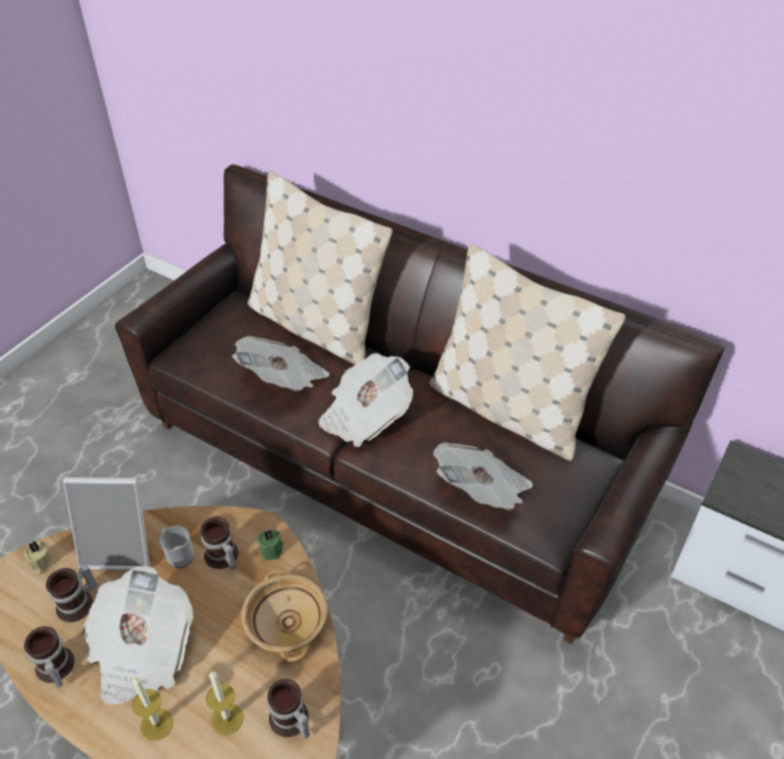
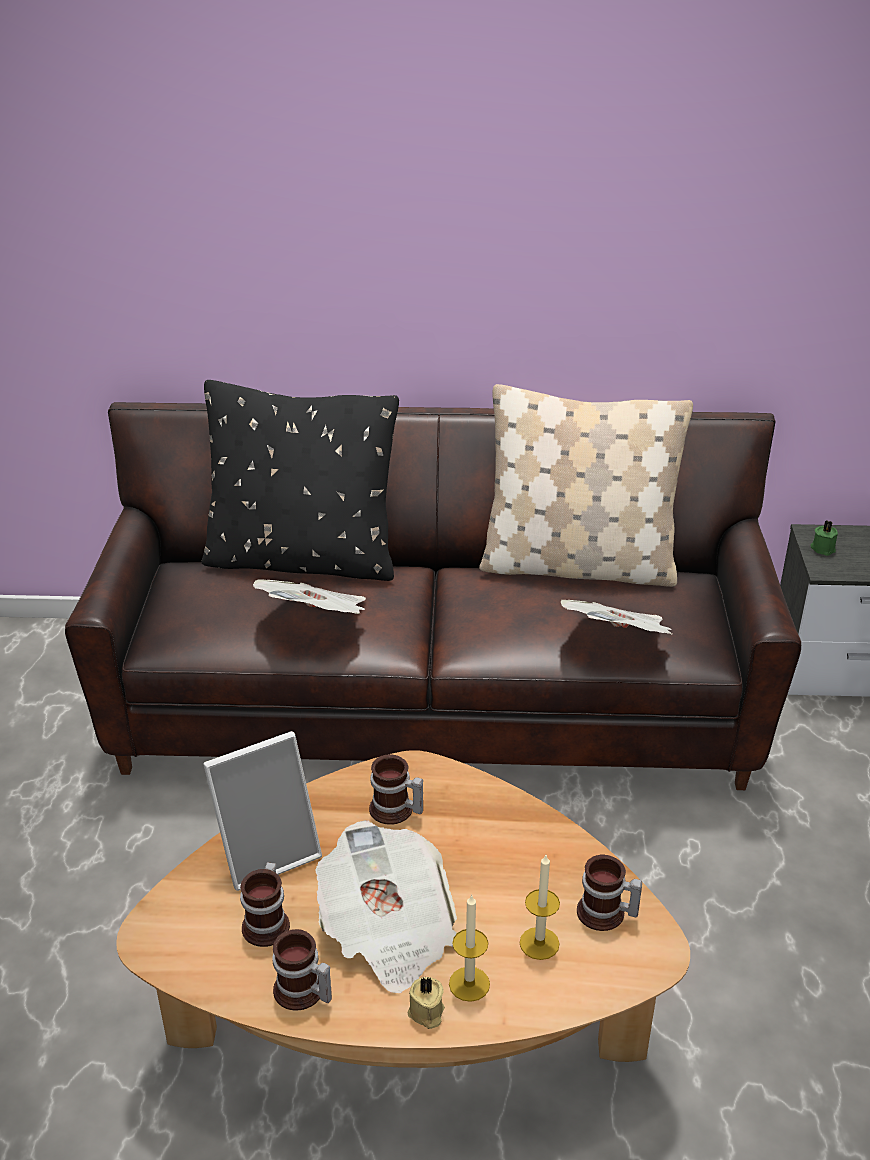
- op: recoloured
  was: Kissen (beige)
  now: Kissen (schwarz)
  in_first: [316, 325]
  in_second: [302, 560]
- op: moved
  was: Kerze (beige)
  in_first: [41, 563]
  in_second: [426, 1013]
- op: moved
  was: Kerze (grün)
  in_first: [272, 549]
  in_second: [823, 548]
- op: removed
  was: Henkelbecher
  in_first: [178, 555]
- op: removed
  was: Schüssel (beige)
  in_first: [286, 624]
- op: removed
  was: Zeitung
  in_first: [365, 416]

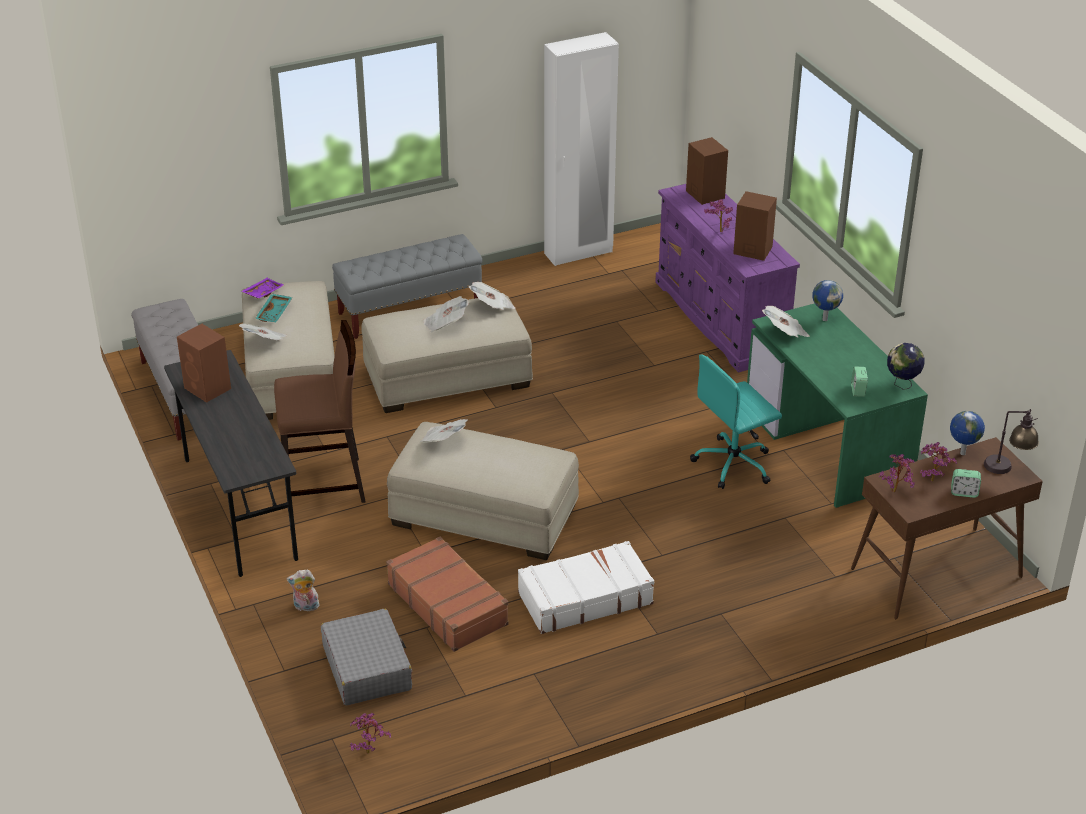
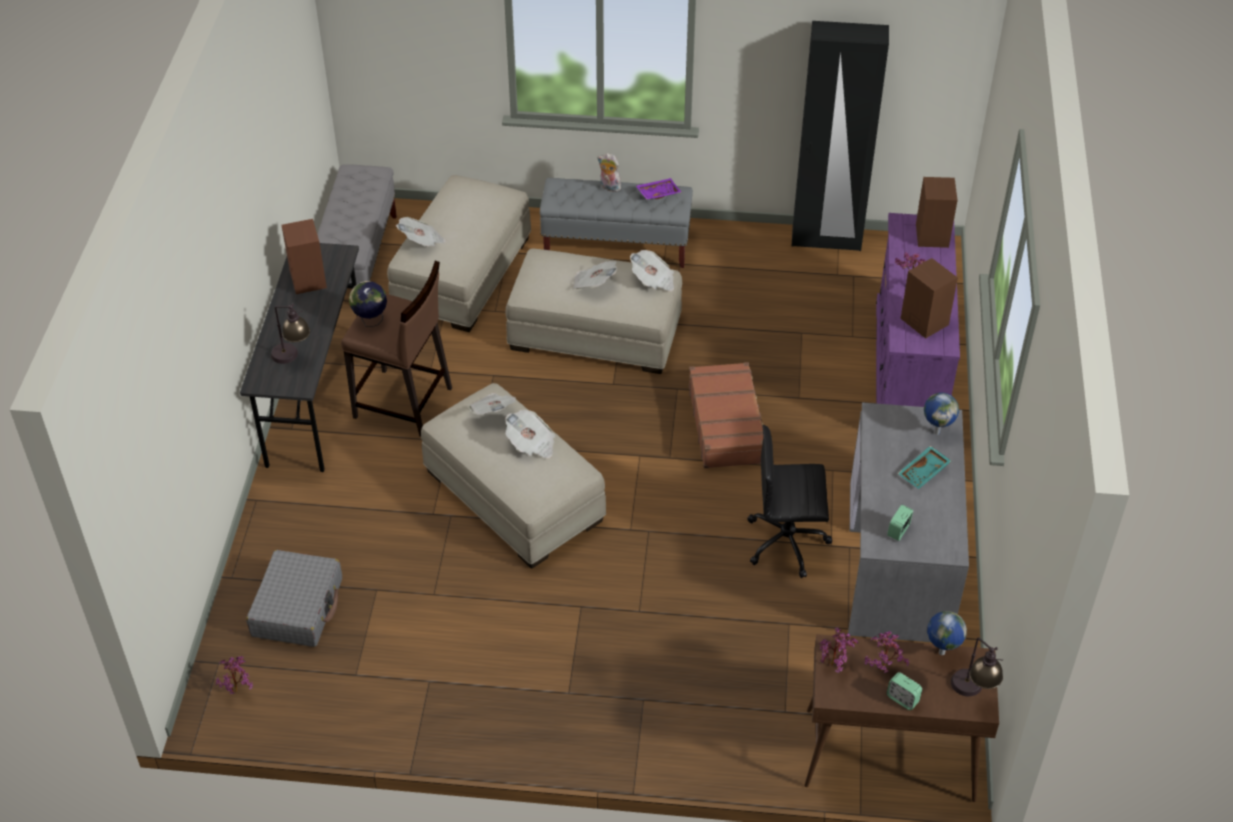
- op: added
  now: Tischlampe
  in_second: [293, 357]
- op: moved
  was: Globus
  in_first: [902, 384]
  in_second: [370, 321]
- op: moved
  was: Zeitung
  in_first: [785, 333]
  in_second: [531, 444]
- op: moved
  was: Plüschtier
  in_first: [305, 607]
  in_second: [609, 187]
- op: moved
  was: Tablett (lila)
  in_first: [262, 293]
  in_second: [658, 193]
- op: moved
  was: Koffer (braun)
  in_first: [448, 604]
  in_second: [727, 424]
- op: recoloured
  was: Bürostuhl (türkis)
  now: Bürostuhl (schwarz)
  in_first: [734, 464]
  in_second: [788, 542]
- op: recoloured
  was: Kleiderschrank (weiß)
  now: Kleiderschrank (schwarz)
  in_first: [578, 253]
  in_second: [826, 240]
- op: recoloured
  was: Schreibtisch (grün)
  now: Schreibtisch (grau)
  in_first: [828, 445]
  in_second: [899, 561]
- op: moved
  was: Tablett (türkis)
  in_first: [275, 313]
  in_second: [924, 472]
- op: removed
  was: Koffer (weiß)
  in_first: [584, 598]

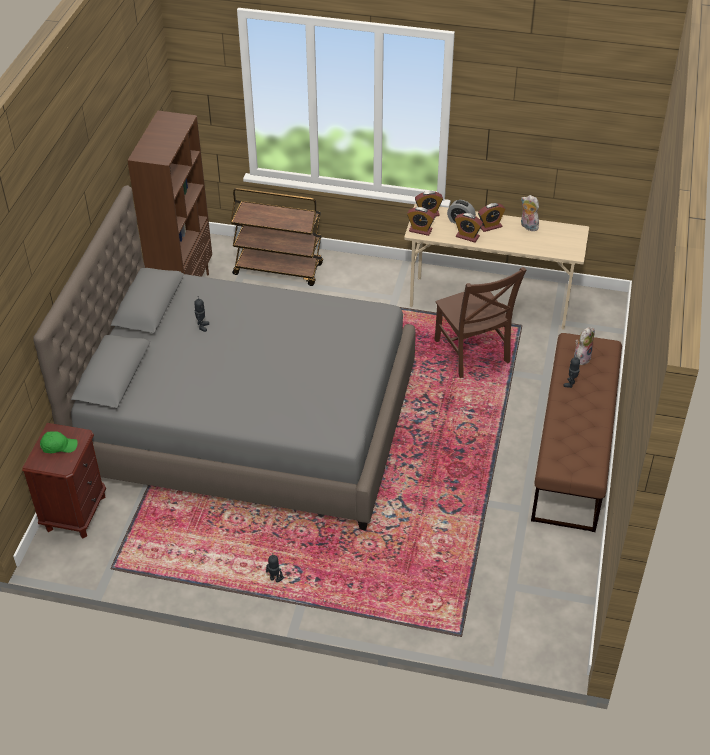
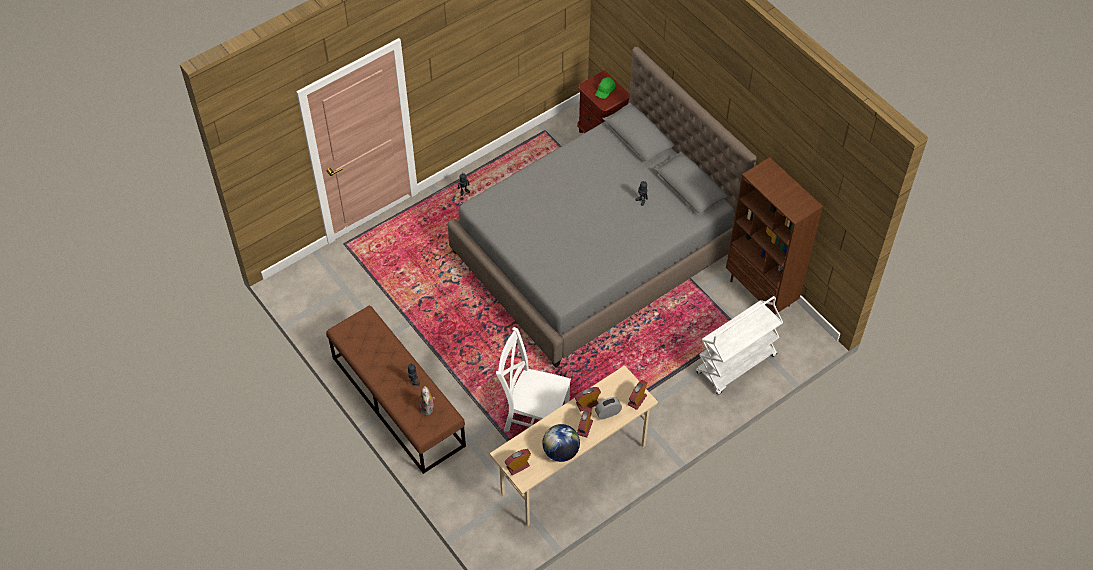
- op: recoloured
  was: Stuhl (braun)
  now: Stuhl (weiß)
  in_first: [472, 354]
  in_second: [534, 416]
- op: moved
  was: Wecker
  in_first: [420, 230]
  in_second: [518, 466]
- op: replaced
  was: Plüschtier
  now: Globus
  in_first: [528, 226]
  in_second: [561, 451]
- op: recoloured
  was: Rollwagen (braun)
  now: Rollwagen (weiß)
  in_first: [279, 269]
  in_second: [736, 365]

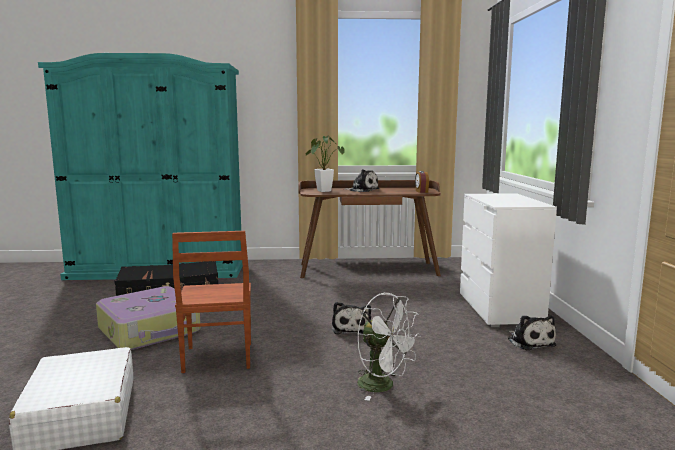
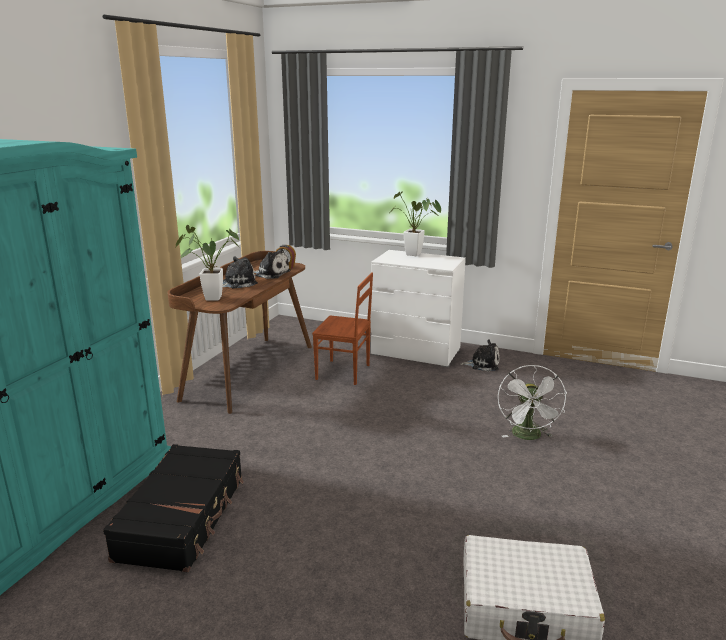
- op: moved
  was: Plüschtier
  in_first: [351, 328]
  in_second: [271, 273]
- op: moved
  was: Stuhl (braun)
  in_first: [216, 358]
  in_second: [343, 372]
- op: added
  now: Topfpflanze
  in_second: [416, 255]
- op: turned
  was: Ventilator (weiß)
  in_first: [383, 386]
  in_second: [528, 437]
  clockwise: 120
- op: removed
  was: Koffer
  in_first: [150, 330]

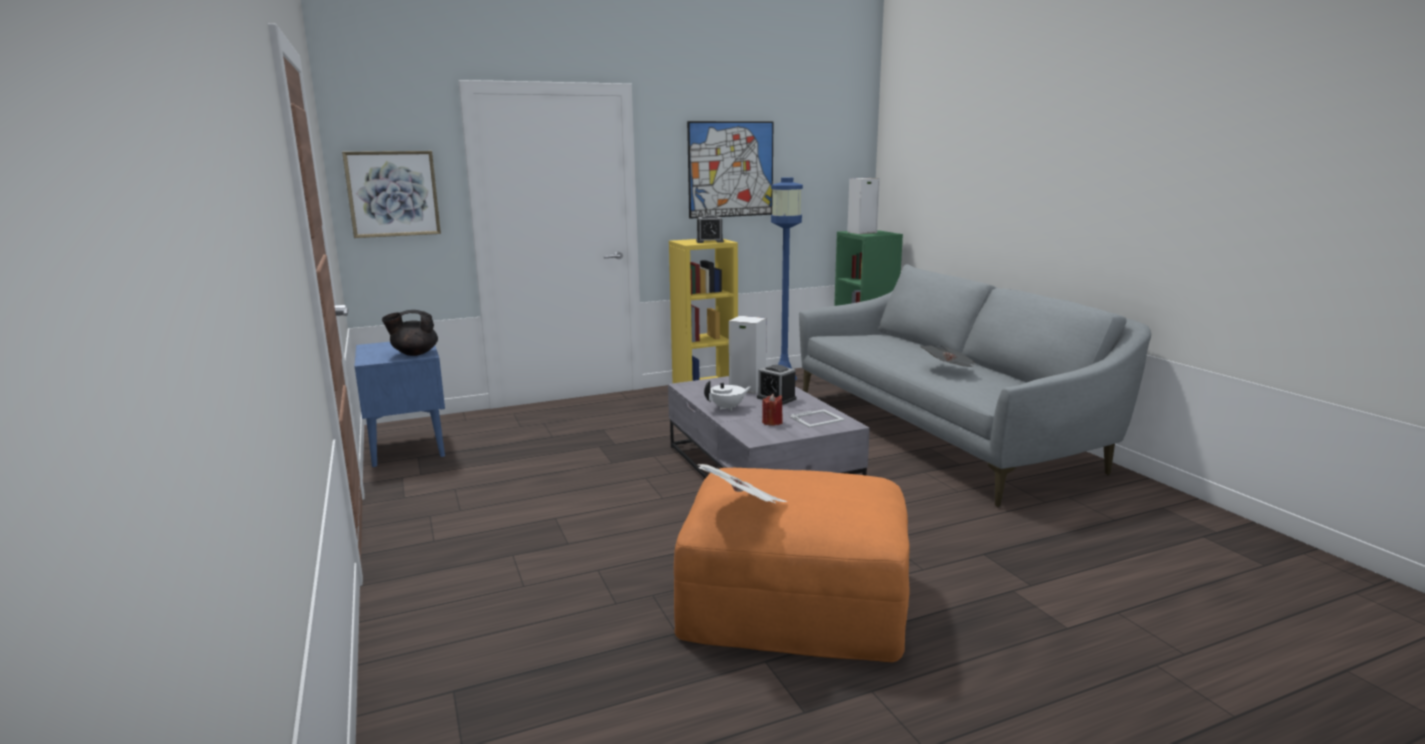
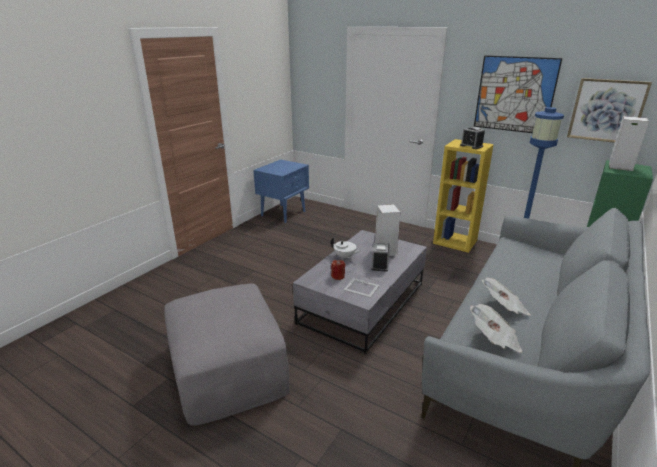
- op: recoloured
  was: Polsterhocker (orange)
  now: Polsterhocker (grau)
  in_first: [794, 601]
  in_second: [228, 368]
- op: moved
  was: Zeitung
  in_first: [742, 506]
  in_second: [494, 339]
- op: moved
  was: Bild
  in_first: [393, 194]
  in_second: [606, 110]
- op: removed
  was: Teekanne (schwarz)
  in_first: [414, 353]

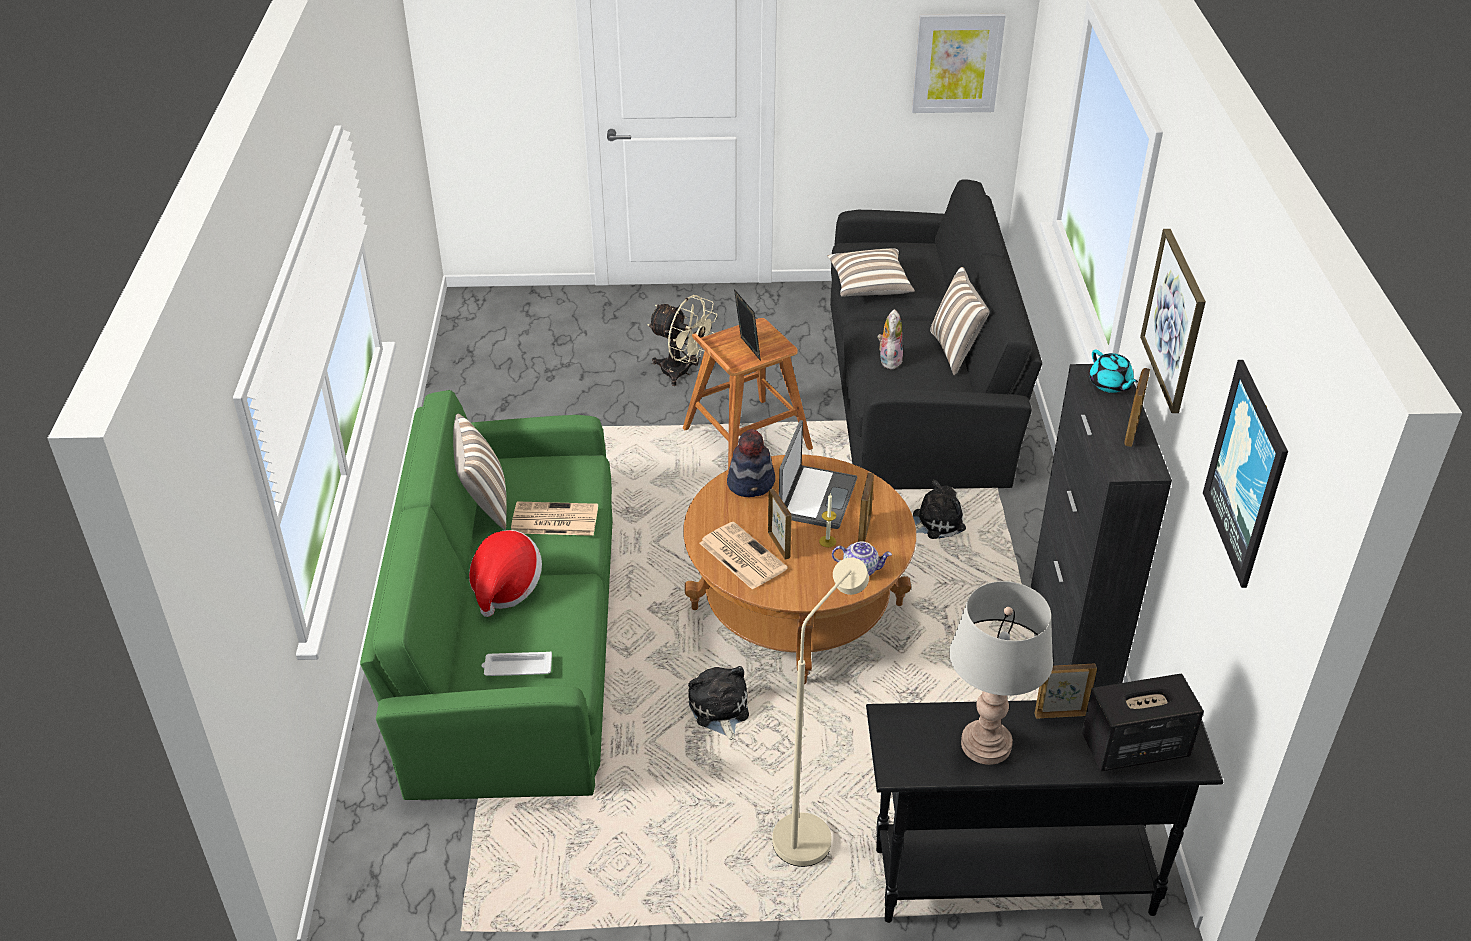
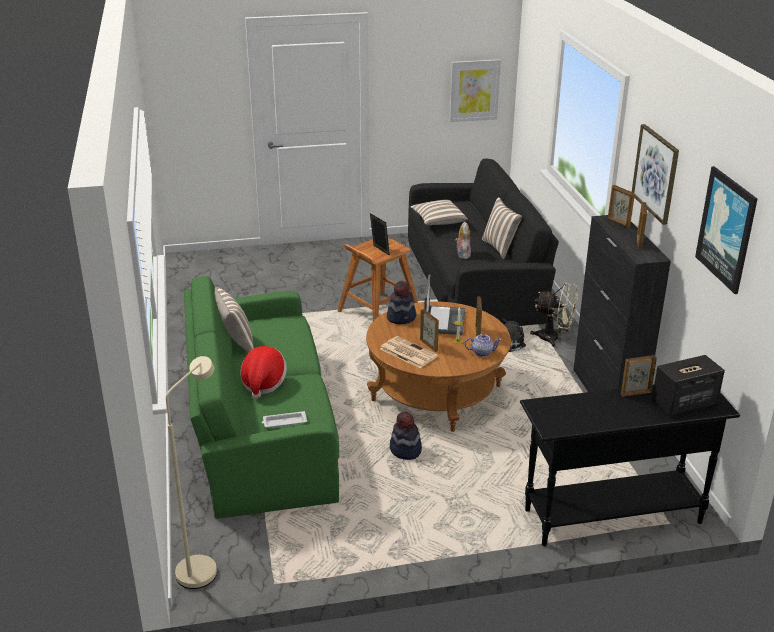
- op: moved
  was: Stehlampe (beige)
  in_first: [810, 830]
  in_second: [203, 566]
- op: replaced
  was: Plüschtier
  now: Hut
  in_first: [719, 710]
  in_second: [405, 450]
- op: moved
  was: Ventilator (beige)
  in_first: [682, 372]
  in_second: [554, 338]
- op: replaced
  was: Teekanne (türkis)
  now: Bilderrahmen
  in_first: [1110, 384]
  in_second: [618, 223]
- op: removed
  was: Zeitung
  in_first: [553, 520]
- op: removed
  was: Tischlampe (grau)
  in_first: [986, 745]

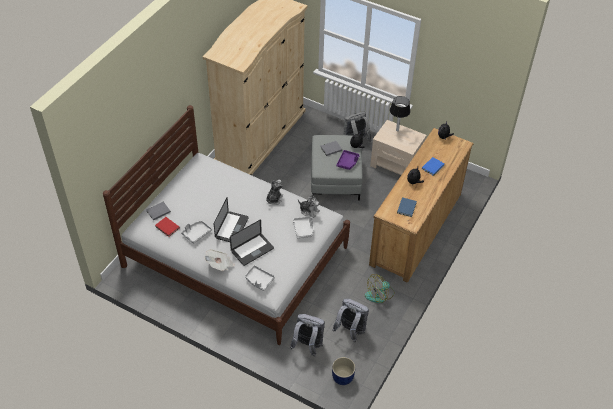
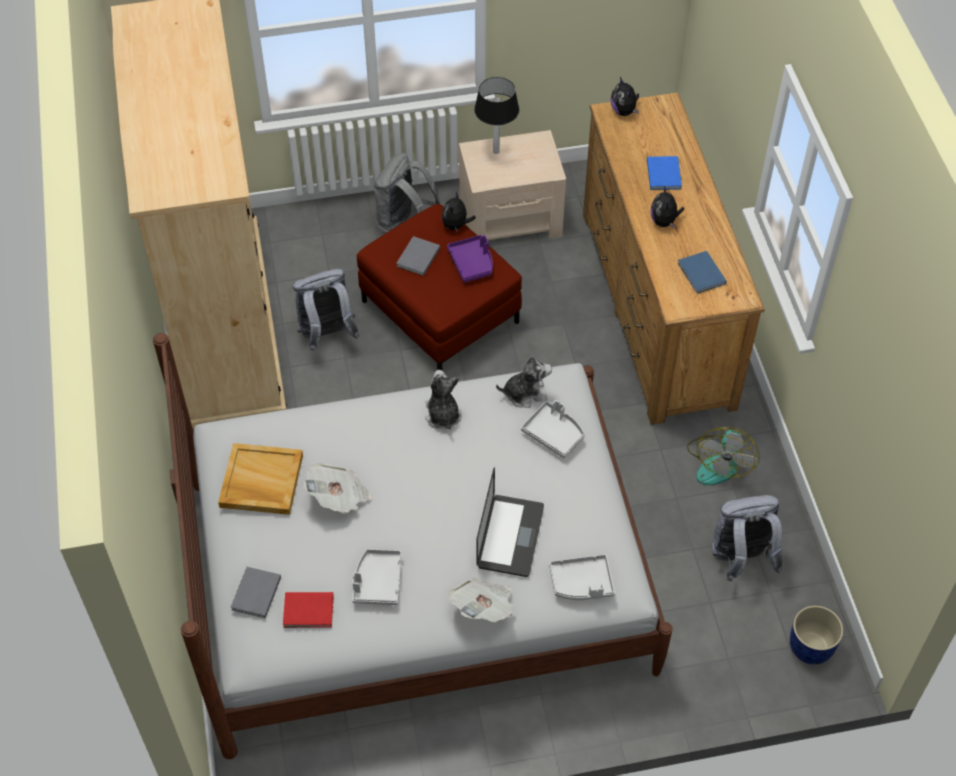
- op: added
  now: Tablett (beige)
  in_second: [260, 481]
- op: moved
  was: Rucksack (grau)
  in_first: [308, 345]
  in_second: [327, 335]
- op: added
  now: Zeitung
  in_second: [339, 497]
- op: recoloured
  was: Polsterhocker (grau)
  now: Polsterhocker (rot)
  in_first: [335, 179]
  in_second: [441, 312]
- op: removed
  was: Laptop
  in_first: [232, 228]

